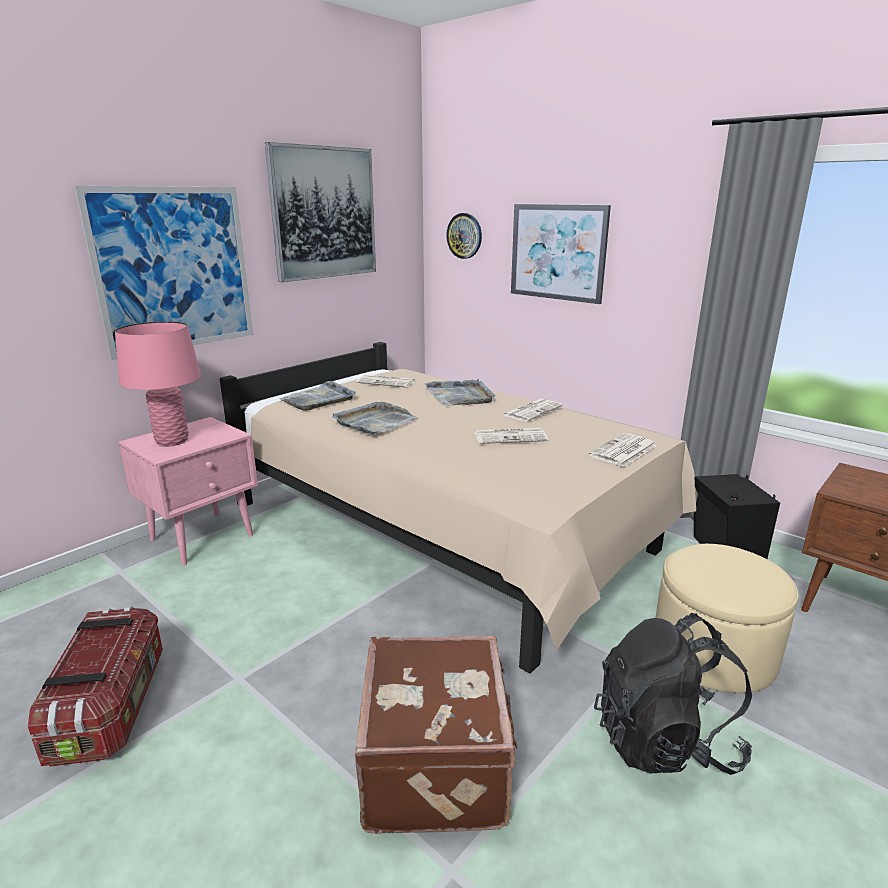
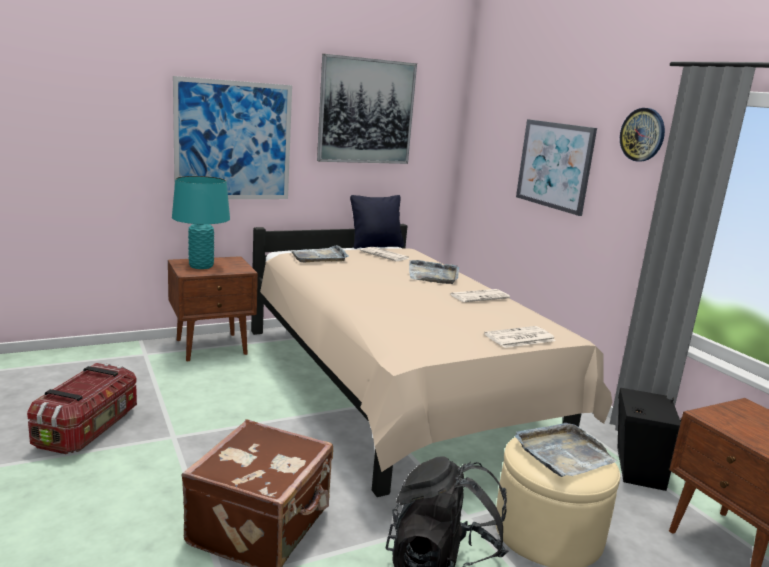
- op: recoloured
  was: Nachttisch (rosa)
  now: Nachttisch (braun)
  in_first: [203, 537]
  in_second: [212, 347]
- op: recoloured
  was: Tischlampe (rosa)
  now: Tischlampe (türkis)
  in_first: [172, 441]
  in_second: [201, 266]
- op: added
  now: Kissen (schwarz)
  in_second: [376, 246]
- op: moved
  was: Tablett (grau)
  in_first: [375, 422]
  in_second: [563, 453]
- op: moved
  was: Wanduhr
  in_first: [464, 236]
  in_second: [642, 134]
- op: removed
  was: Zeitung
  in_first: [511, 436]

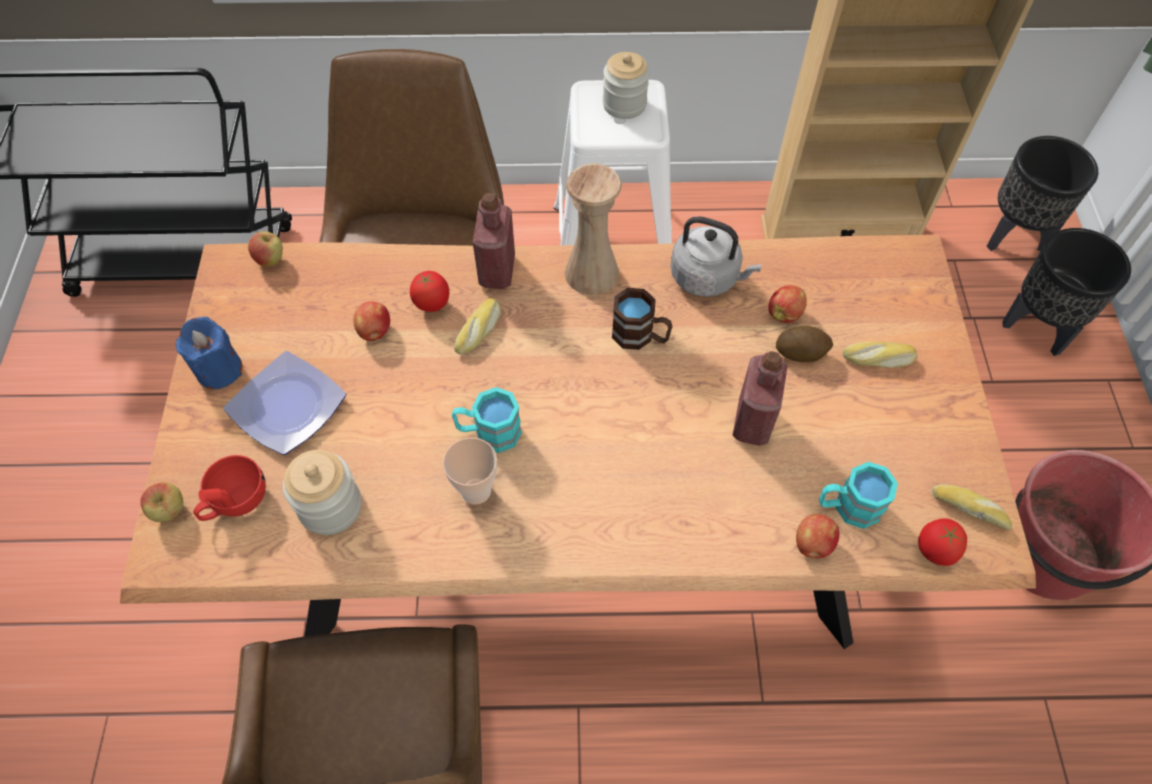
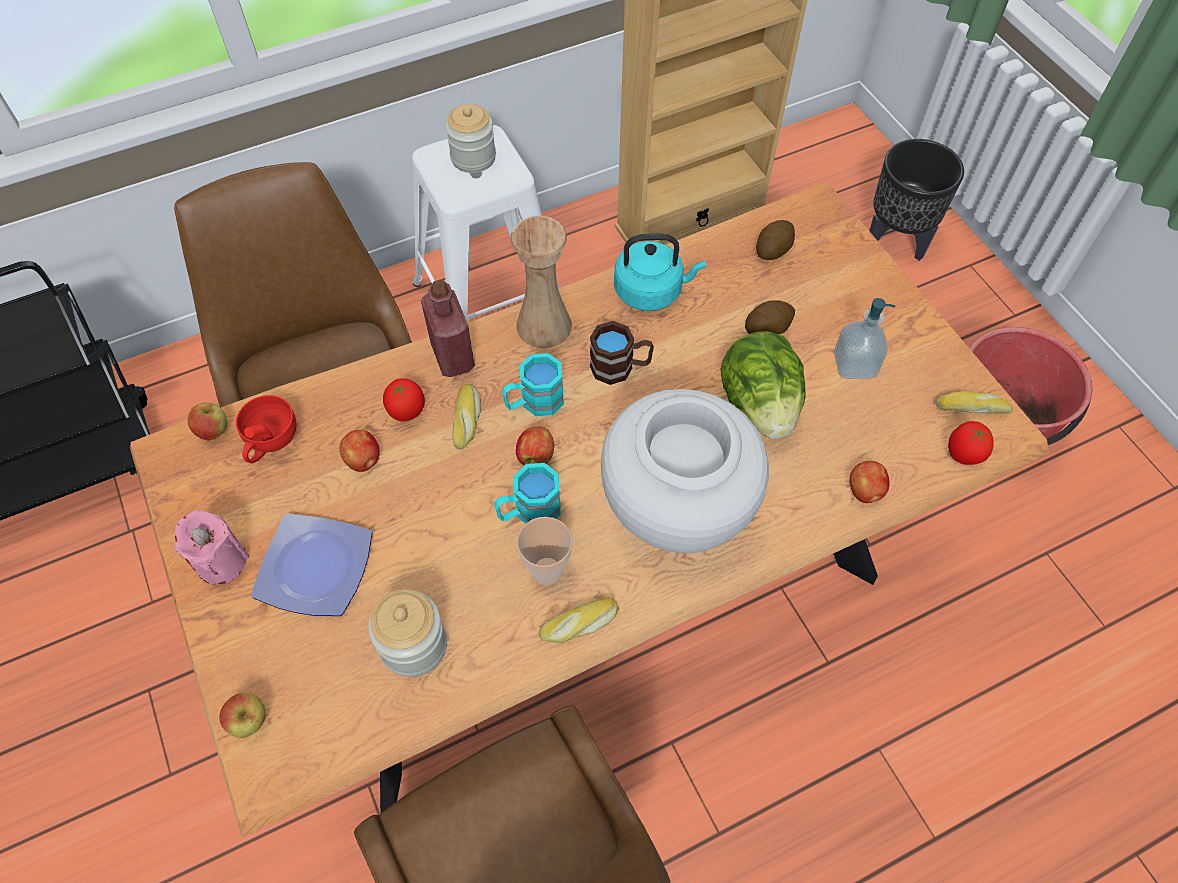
- op: recoloured
  was: Kerze (blau)
  now: Kerze (rosa)
  in_first: [219, 370]
  in_second: [221, 561]
- op: moved
  was: Tasse (rot)
  in_first: [235, 502]
  in_second: [270, 442]
- op: moved
  was: Henkelbecher (türkis)
  in_first: [848, 507]
  in_second: [534, 402]
- op: moved
  was: Apfel
  in_first: [784, 313]
  in_second: [536, 456]
- op: moved
  was: Brot
  in_first: [878, 360]
  in_second: [580, 625]
- op: added
  now: Vase (weiß)
  in_second: [676, 515]
- op: recoloured
  was: Wasserkessel (grau)
  now: Wasserkessel (türkis)
  in_first: [707, 277]
  in_second: [652, 291]
- op: replaced
  was: Flasche (rot)
  now: Salatkopf
  in_first: [752, 421]
  in_second: [759, 405]
- op: added
  now: Kartoffel
  in_second: [773, 249]
- op: added
  now: Seifenspender
  in_second: [854, 365]
- op: removed
  was: Pflanzkübel (schwarz)
  in_first: [1013, 237]

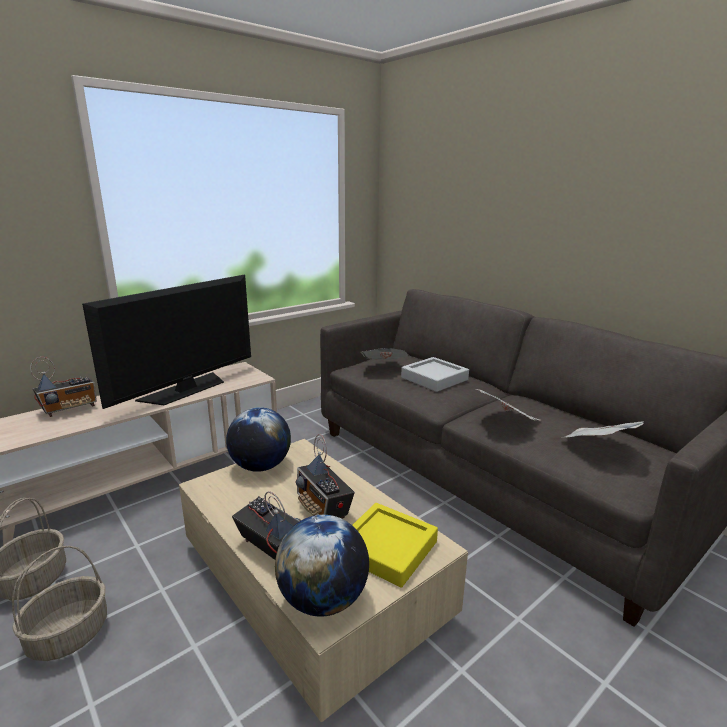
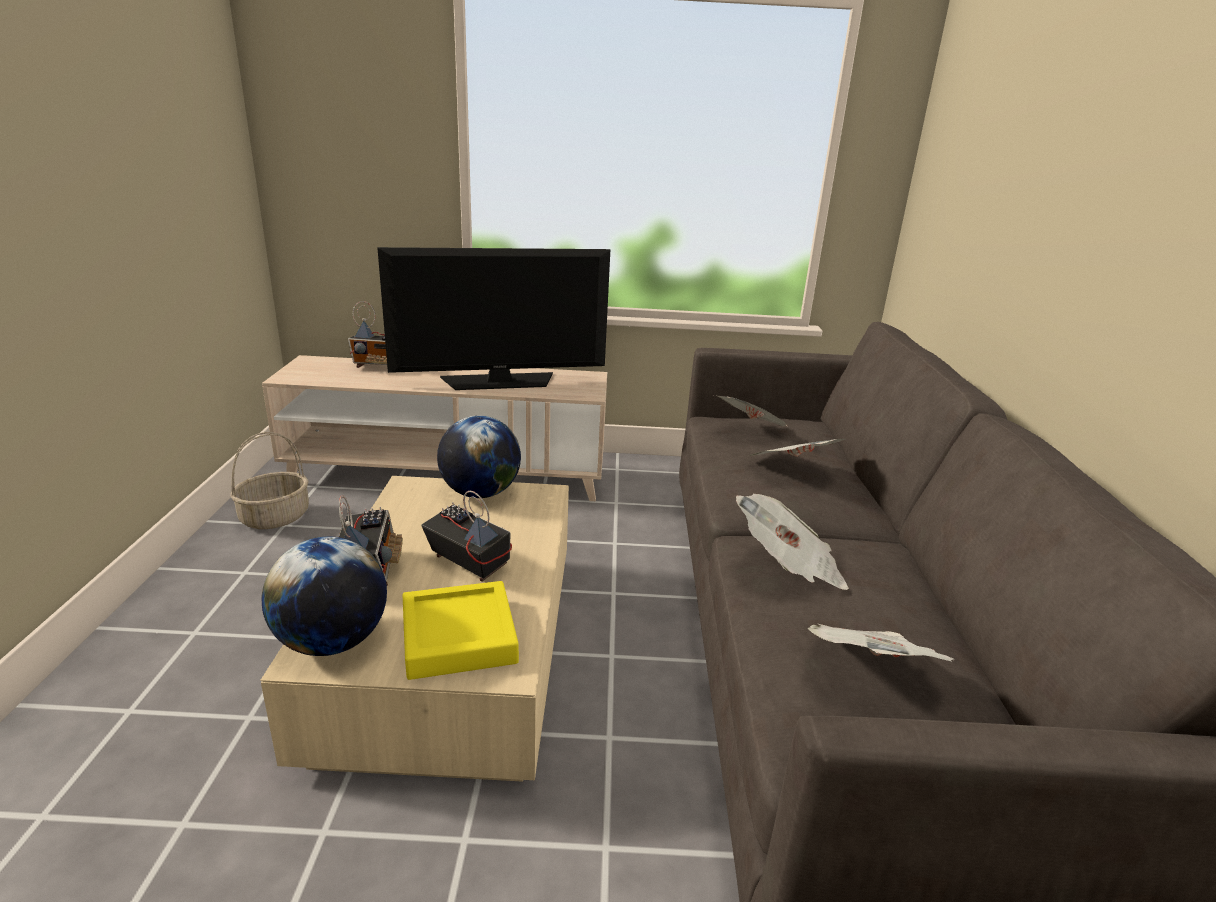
- op: turned
  was: Radio
  in_first: [323, 508]
  in_second: [468, 563]
  clockwise: 120
- op: replaced
  was: Tablett (grau)
  now: Zeitung
  in_first: [434, 379]
  in_second: [790, 470]
- op: removed
  was: Korb
  in_first: [68, 636]

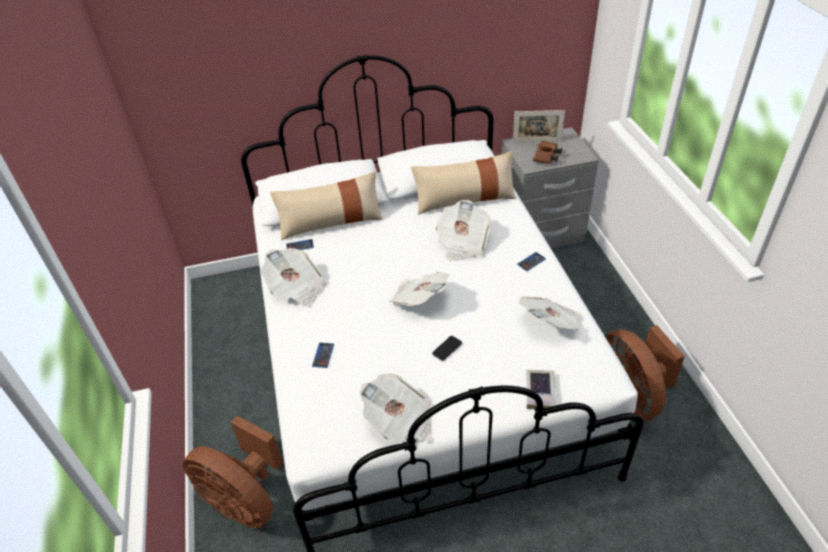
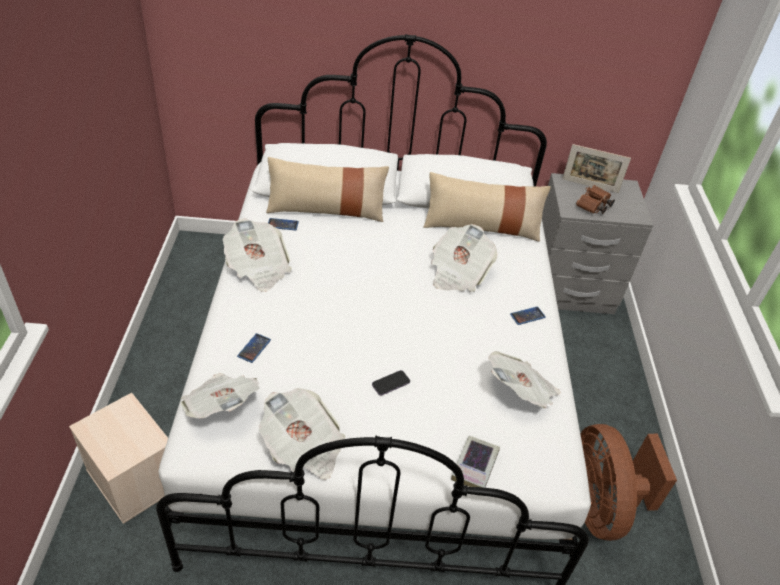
- op: replaced
  was: Ventilator (braun)
  now: Aufbewahrungsbox (beige)
  in_first: [245, 500]
  in_second: [135, 478]
- op: moved
  was: Zeitung
  in_first: [419, 299]
  in_second: [221, 406]

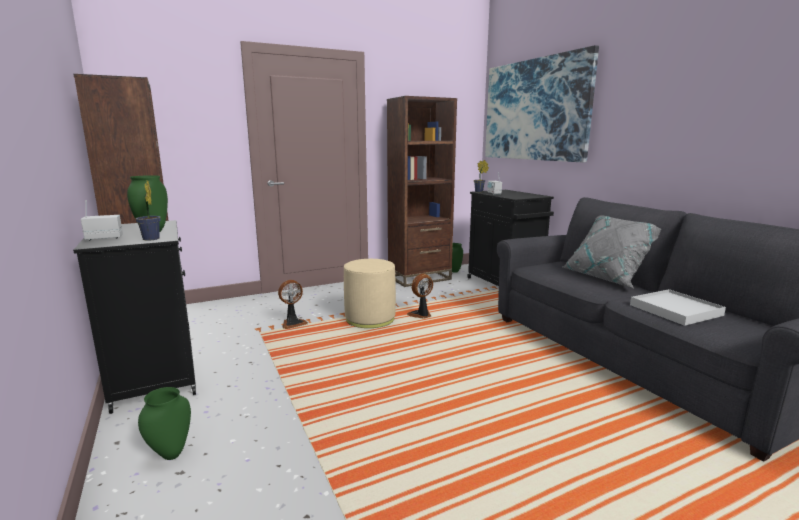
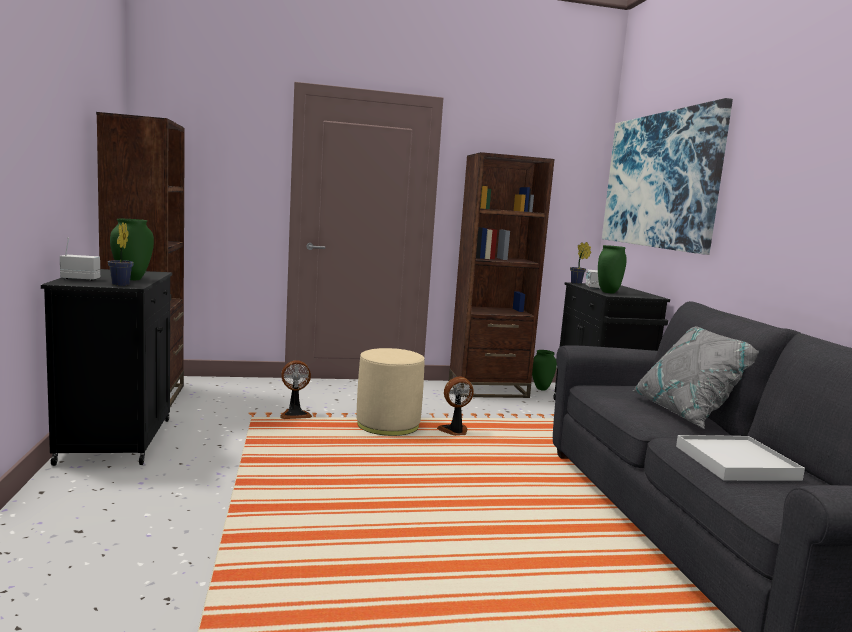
- op: moved
  was: Vase (grün)
  in_first: [171, 455]
  in_second: [609, 292]

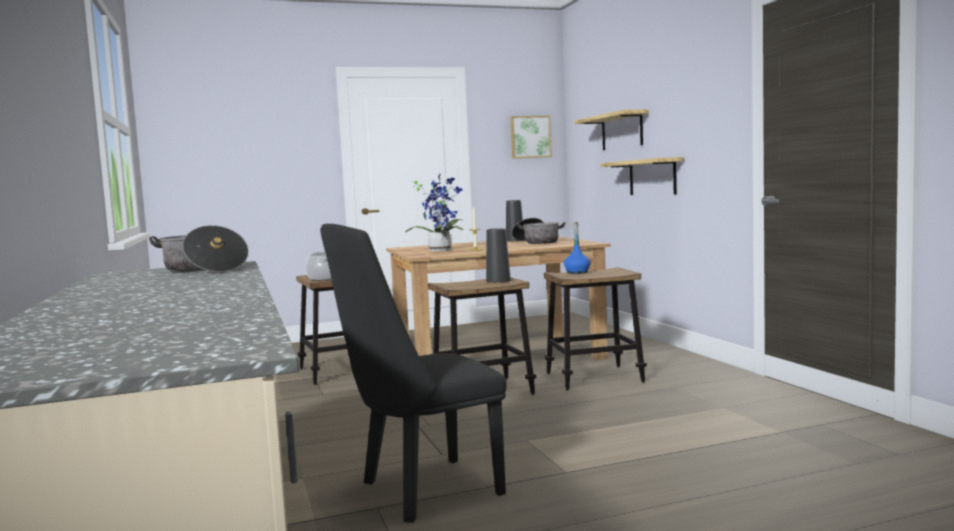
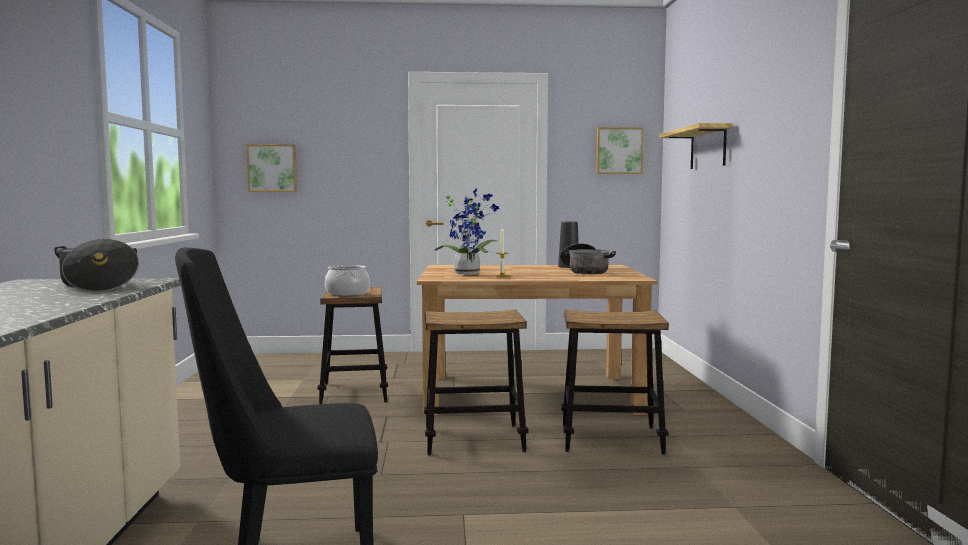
- op: added
  now: Bild
  in_second: [272, 168]
- op: removed
  was: Vase (schwarz)
  in_first: [498, 280]
- op: removed
  was: Flasche (blau)
  in_first: [577, 272]
- op: removed
  was: Wandregal
  in_first: [652, 177]

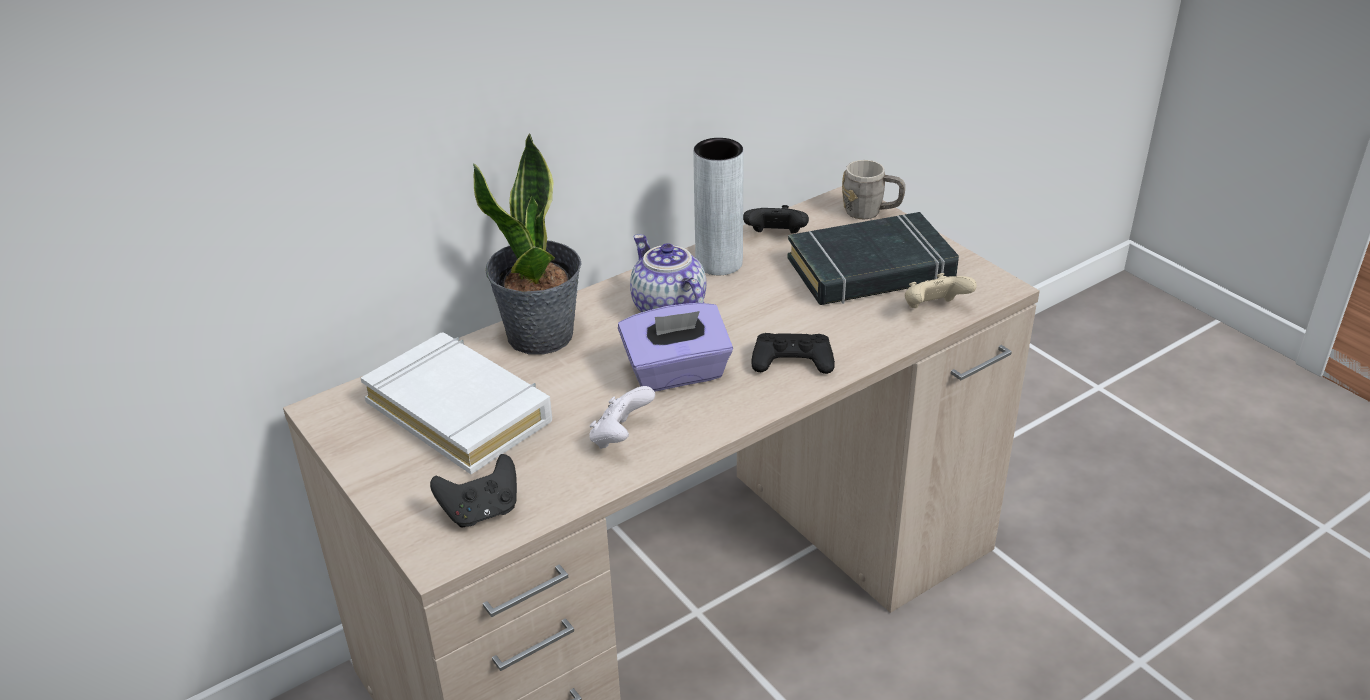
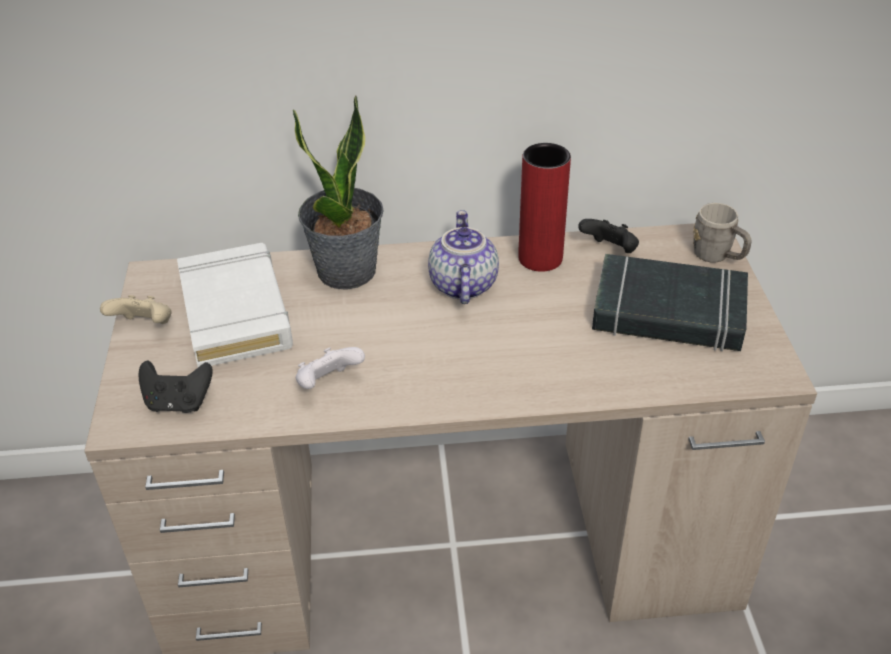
- op: moved
  was: Gamepad (beige)
  in_first: [934, 309]
  in_second: [144, 326]
- op: recoloured
  was: Vase (grau)
  now: Vase (rot)
  in_first: [719, 263]
  in_second: [540, 258]
- op: removed
  was: Taschentuchbox (lila)
  in_first: [676, 373]
- op: removed
  was: Gamepad (schwarz)
  in_first: [792, 361]

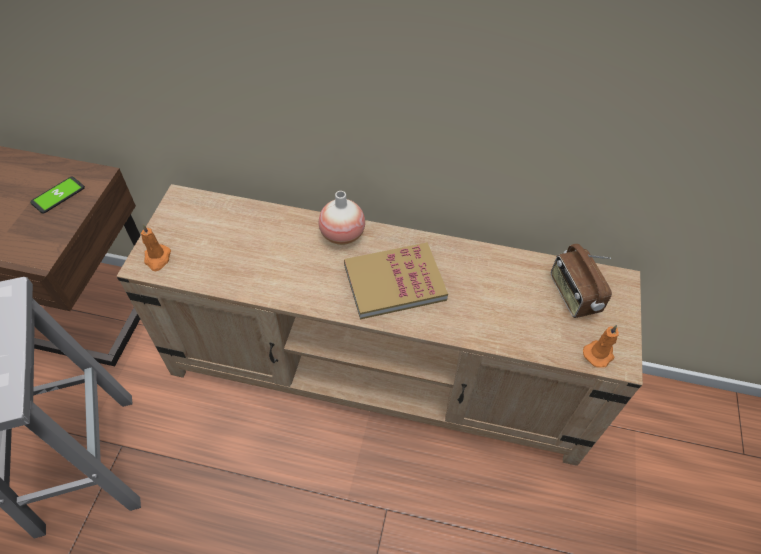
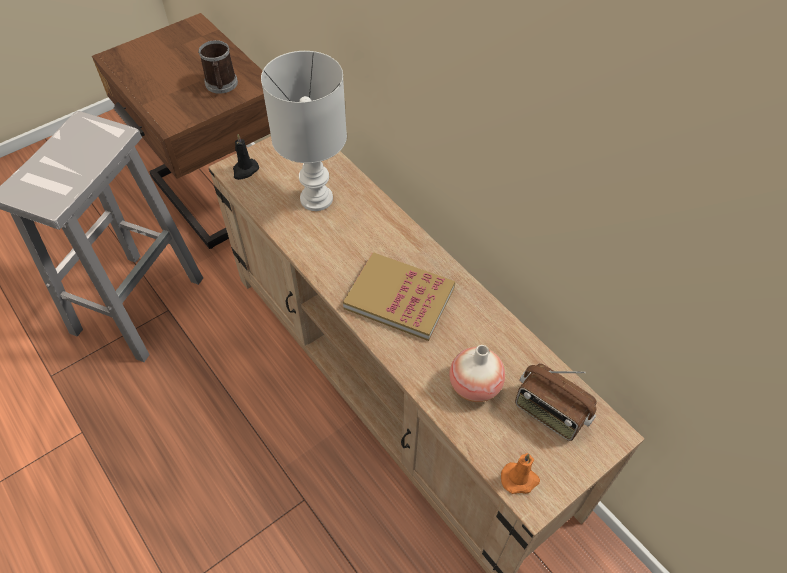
- op: replaced
  was: Handy
  now: Henkelbecher
  in_first: [58, 195]
  in_second: [221, 85]
- op: recoloured
  was: Kerze (orange)
  now: Kerze (schwarz)
  in_first: [157, 259]
  in_second: [245, 170]
- op: added
  now: Tischlampe (weiß)
  in_second: [315, 200]
- op: moved
  was: Vase
  in_first: [342, 235]
  in_second: [474, 385]
- op: turned
  was: Radio
  in_first: [573, 295]
  in_second: [549, 413]
  clockwise: -75

